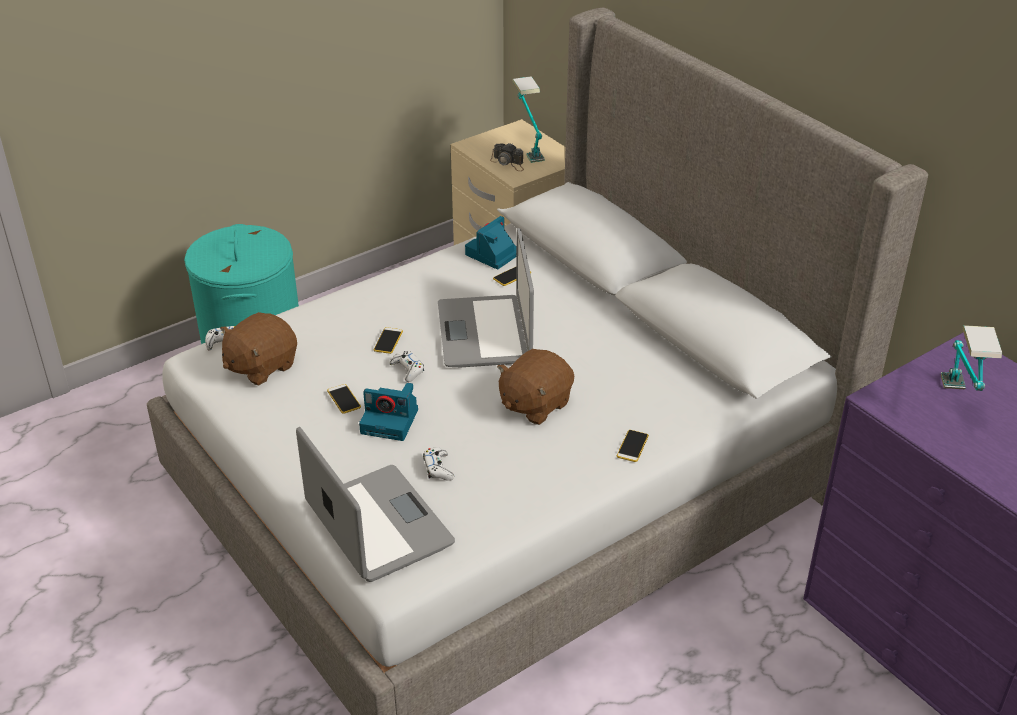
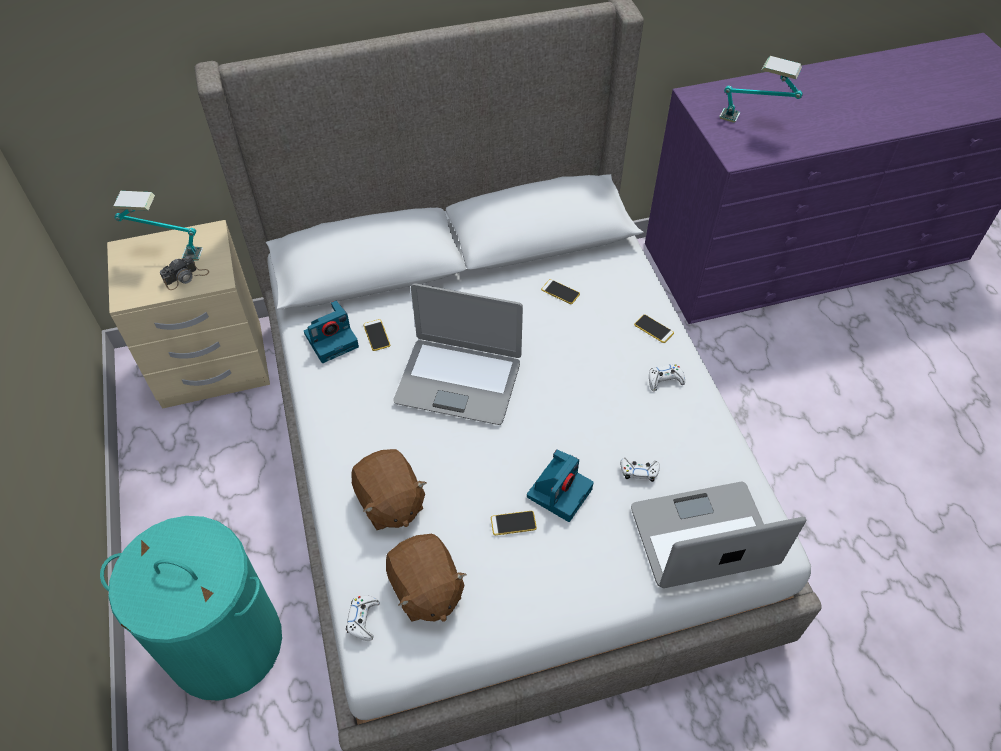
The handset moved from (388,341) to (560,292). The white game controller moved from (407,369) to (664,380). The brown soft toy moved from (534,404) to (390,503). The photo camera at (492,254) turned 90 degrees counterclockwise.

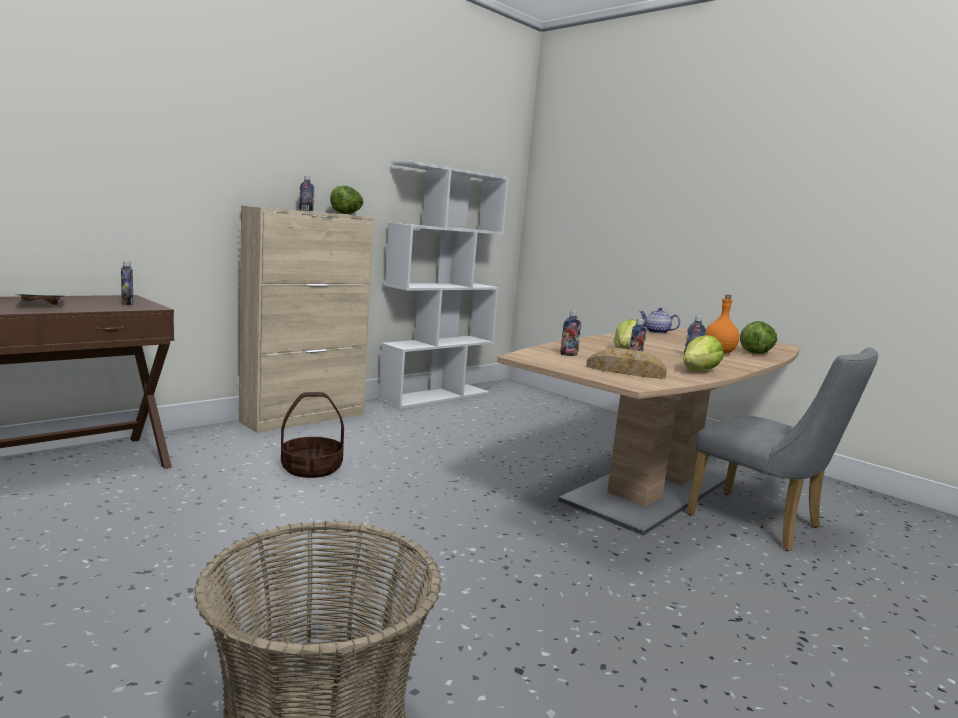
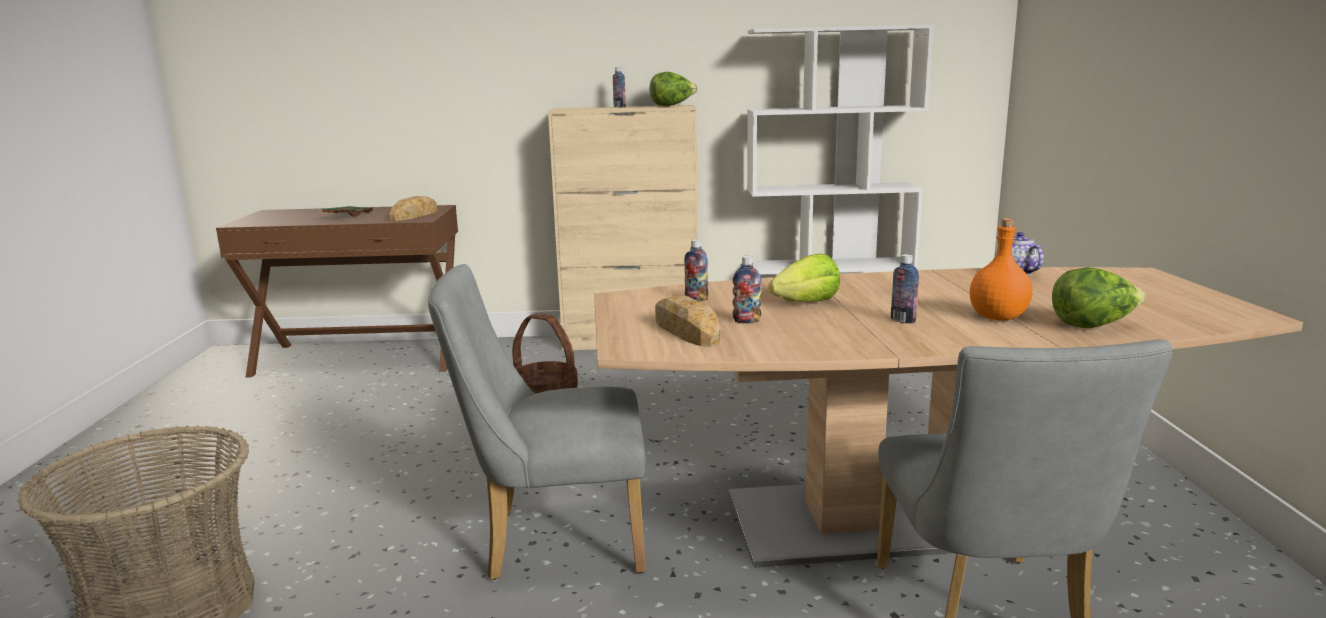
The head of lettuce at (698,371) disappeared. The greyish plain chair at (553,540) appeared. The drink bottle at (127,304) was replaced by the bakery bread at (414,215).

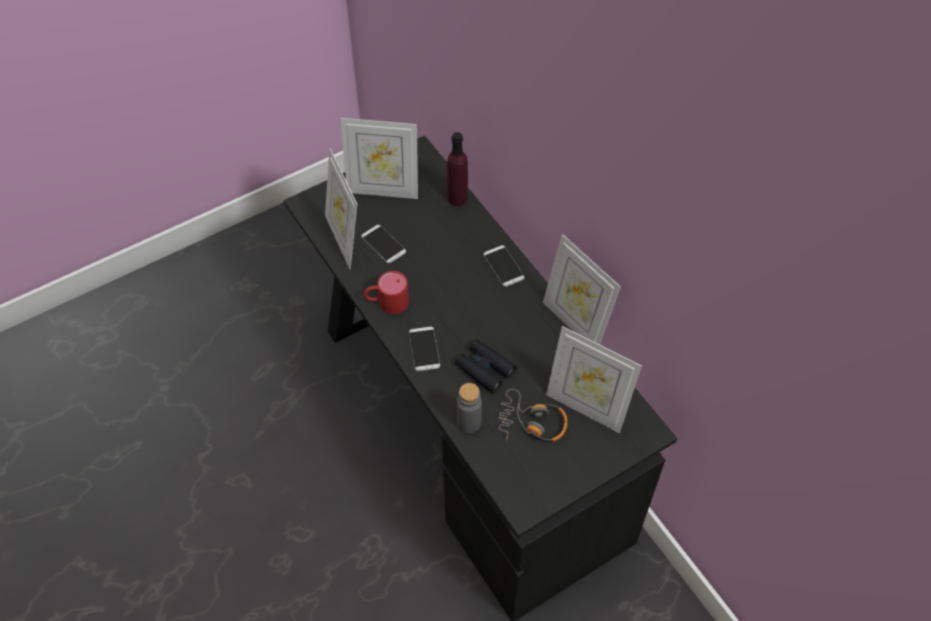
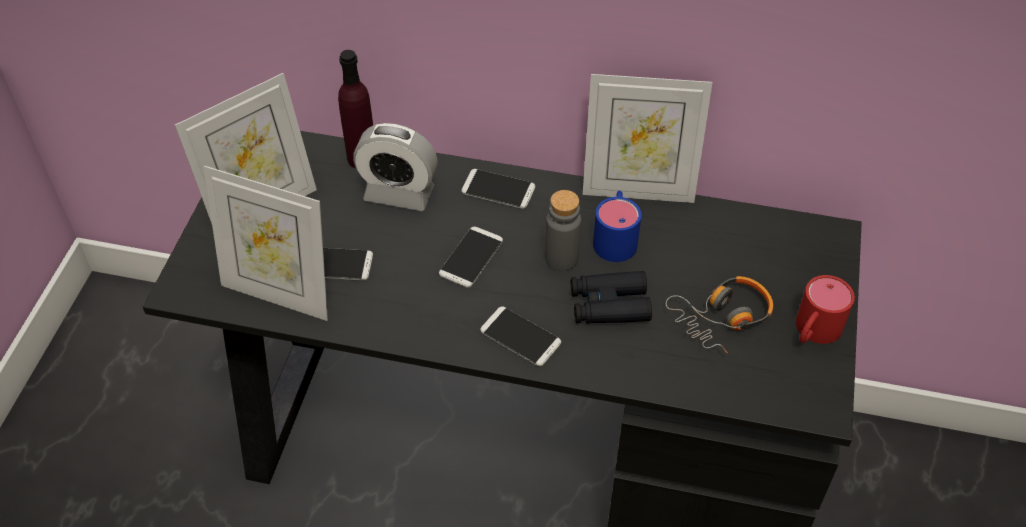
The standing frame at (586,407) disappeared. The table clock at (399,193) appeared. The handset at (471,257) appeared. The bluish mug at (615,237) appeared. The reddish mug moved from (386,302) to (813,332). The greyish drink bottle moved from (469,422) to (561,258).

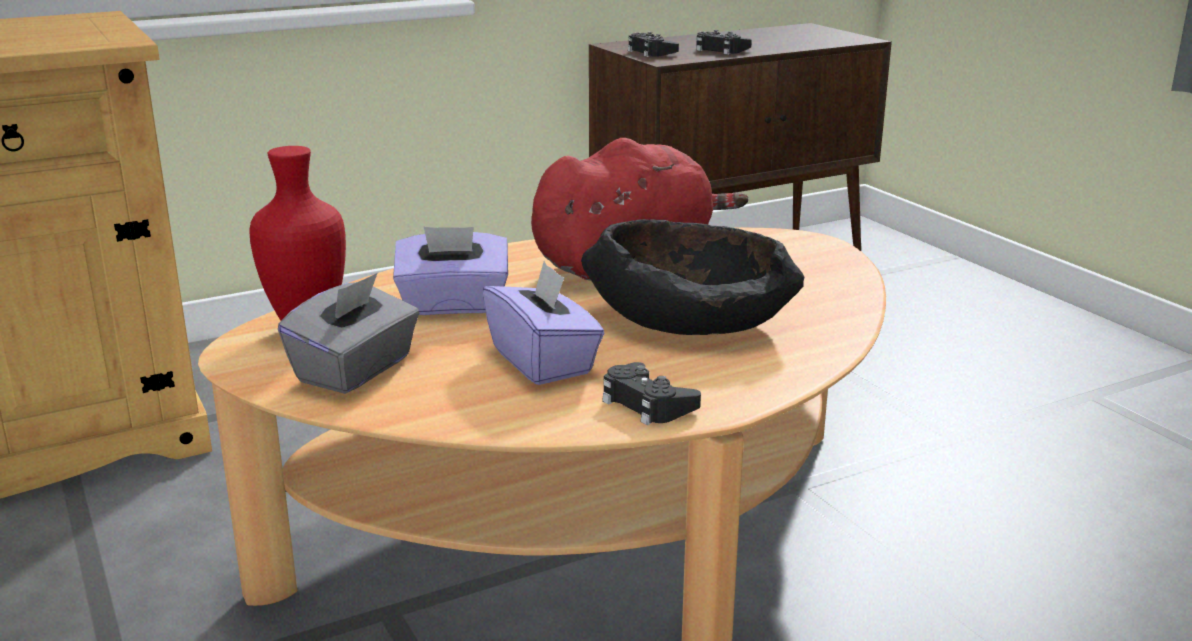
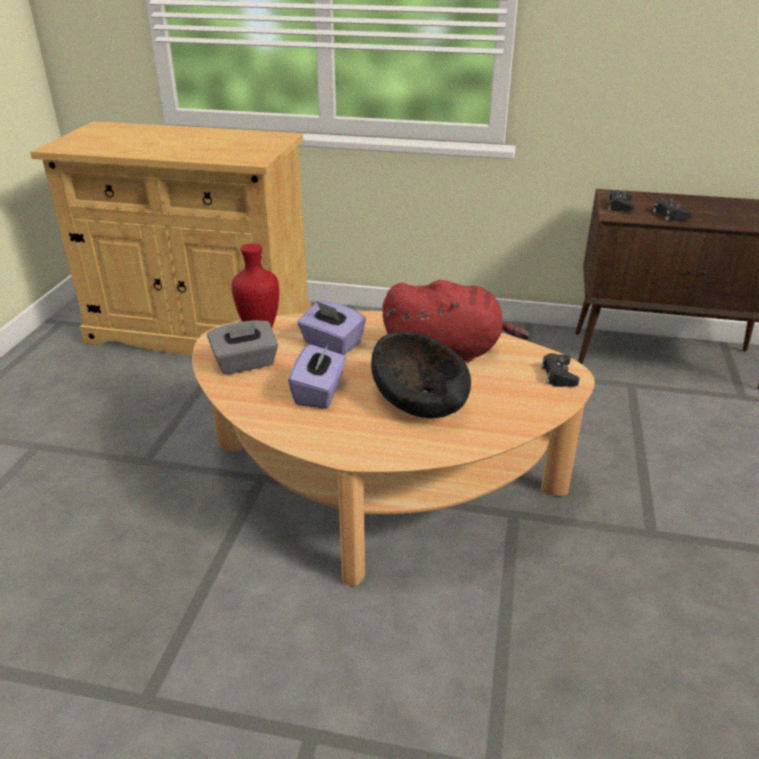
The black-coloured game controller moved from (647,404) to (558,375).

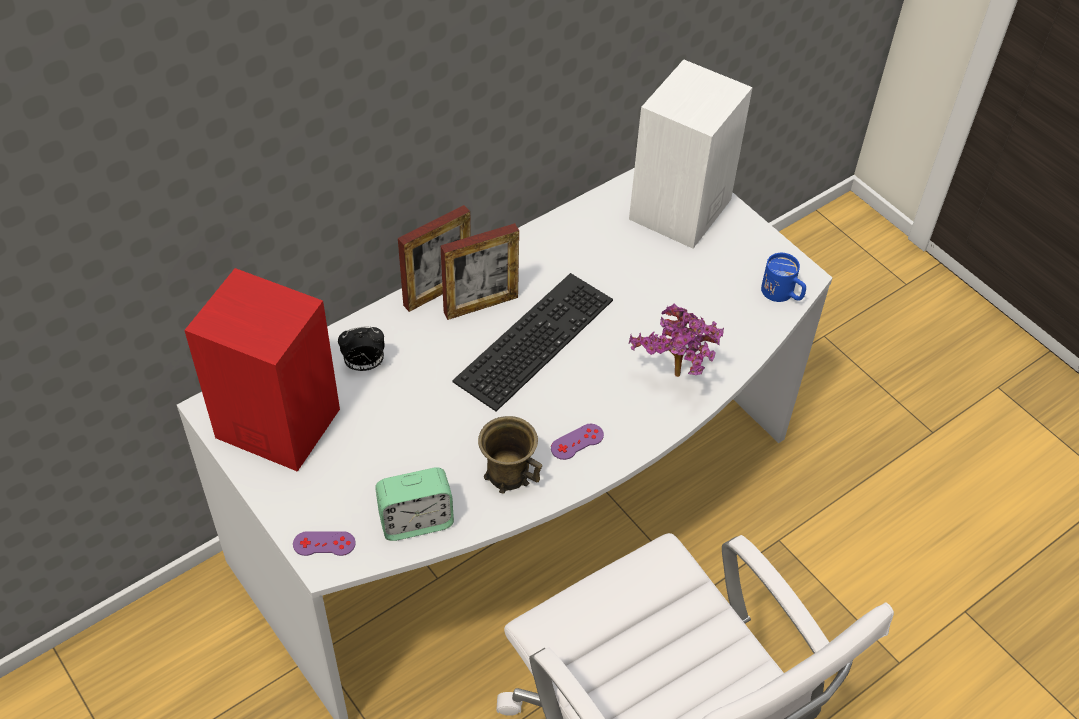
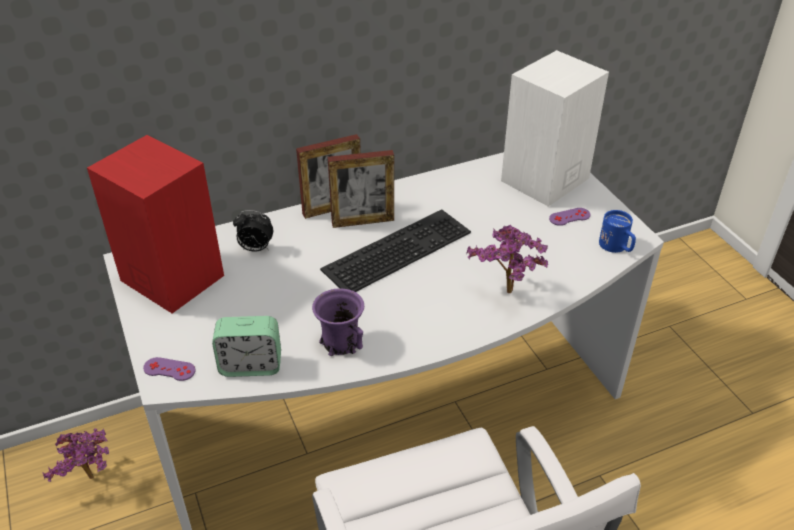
The potted plant at (93,481) appeared. The purple game controller moved from (577,442) to (569,217). The brown mug at (508,473) became the purple mug at (341,342).

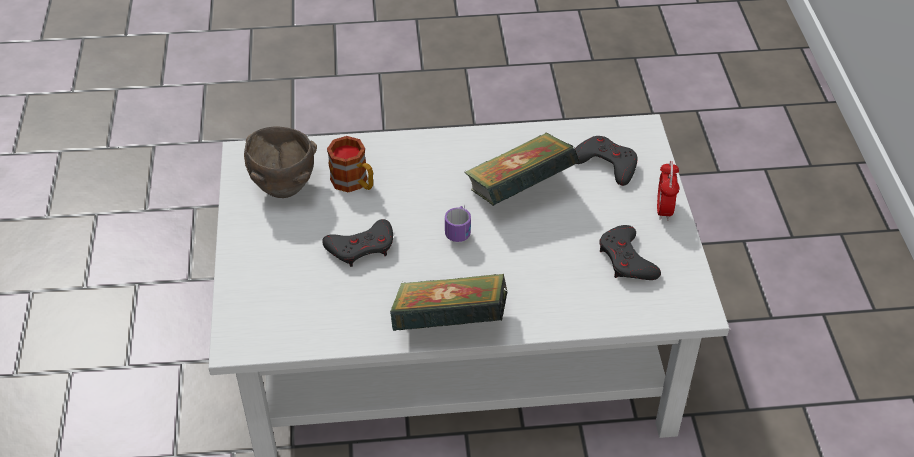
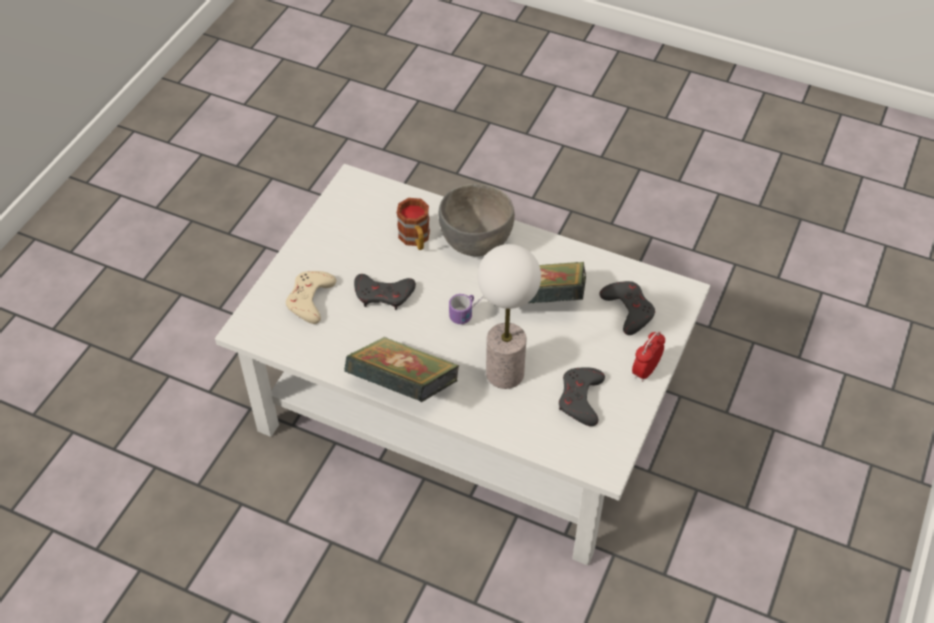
The brown bowl at (285,189) disappeared. The sand-coloured game controller at (310,300) appeared. The greyish bowl at (476,243) appeared. The table lamp at (505,373) appeared.

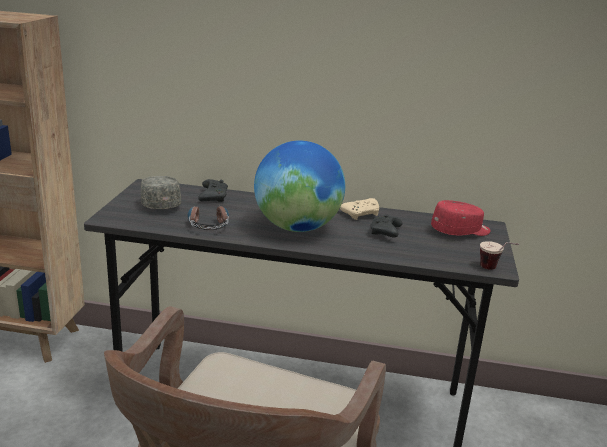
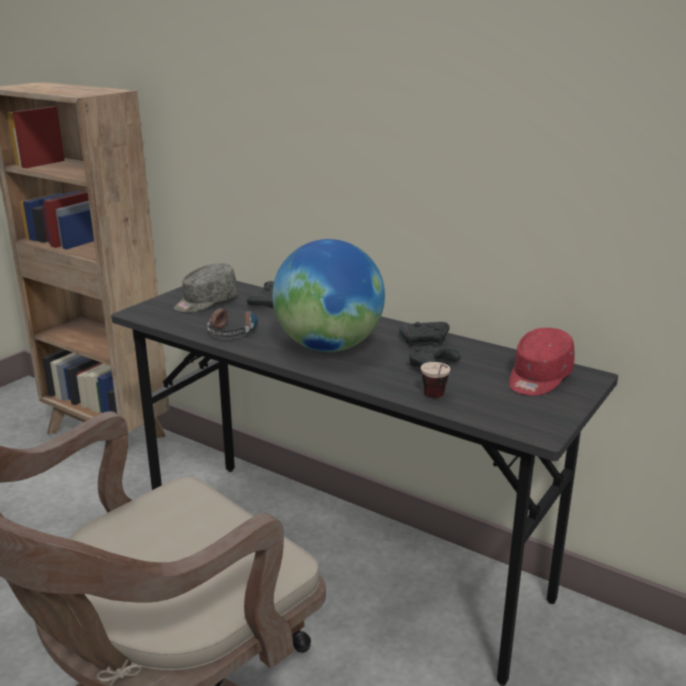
The small cup moved from (495,270) to (437,399). The sand-coloured game controller at (361,214) became the black-coloured game controller at (425,341). The greyish peaked cap at (159,203) turned 135 degrees counterclockwise. The reddish peaked cap at (460,231) turned 120 degrees clockwise.

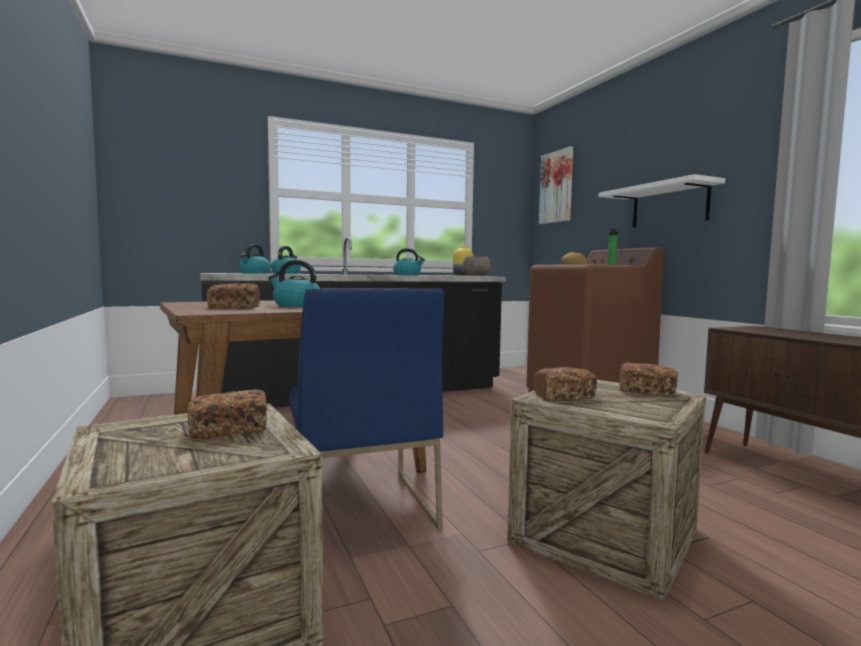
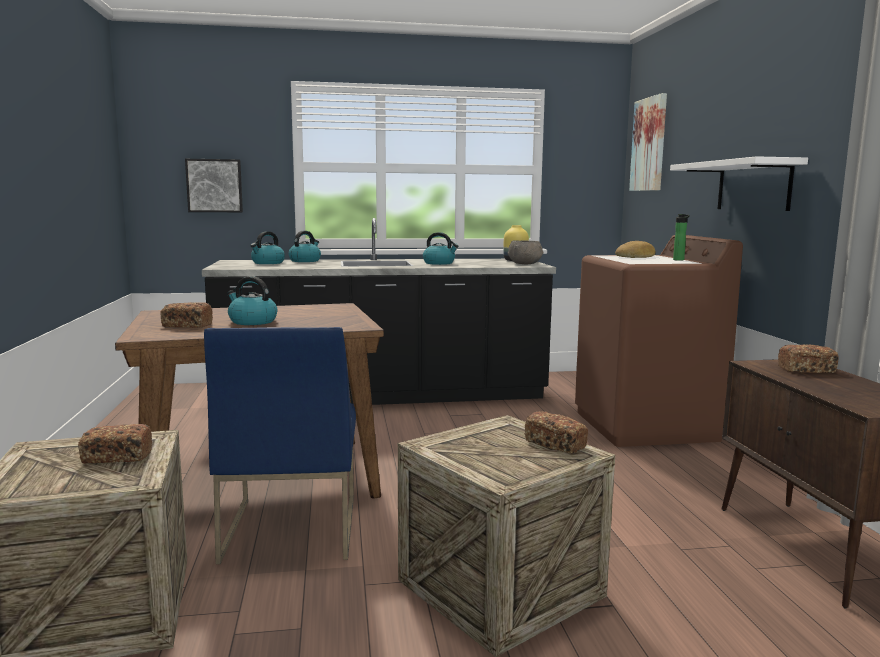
The wall art at (214,185) appeared. The bakery bread moved from (564,396) to (806,370).

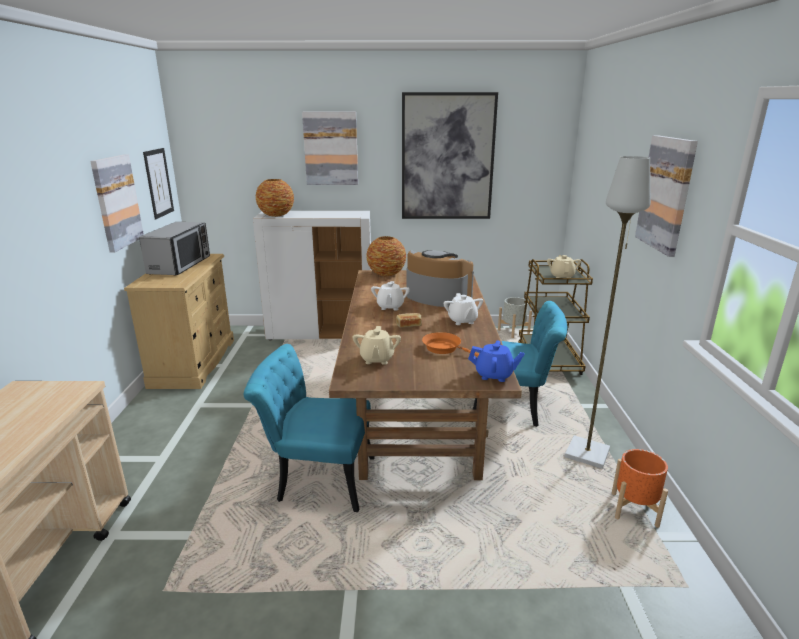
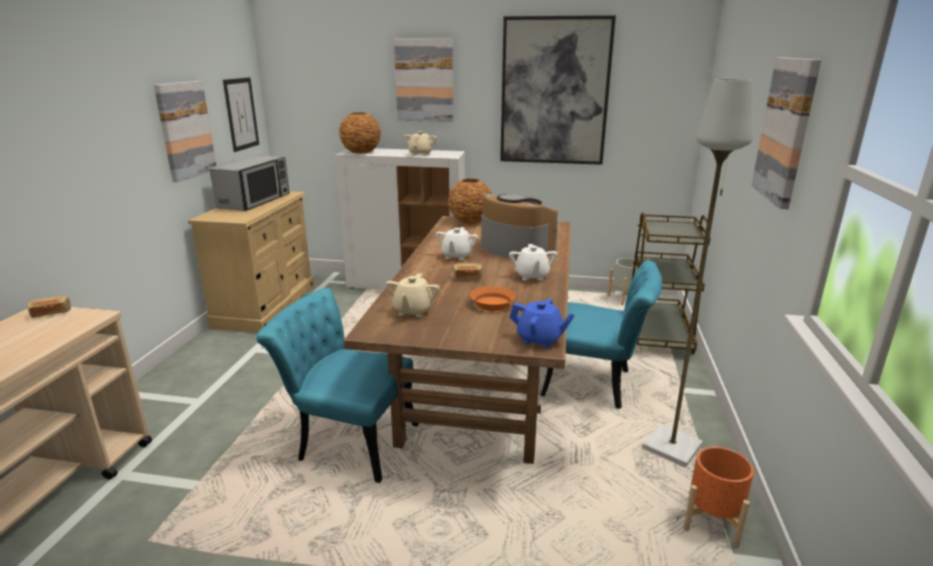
The bakery bread at (51,313) appeared. The sand-coloured pot for tea moved from (562,276) to (421,154).

